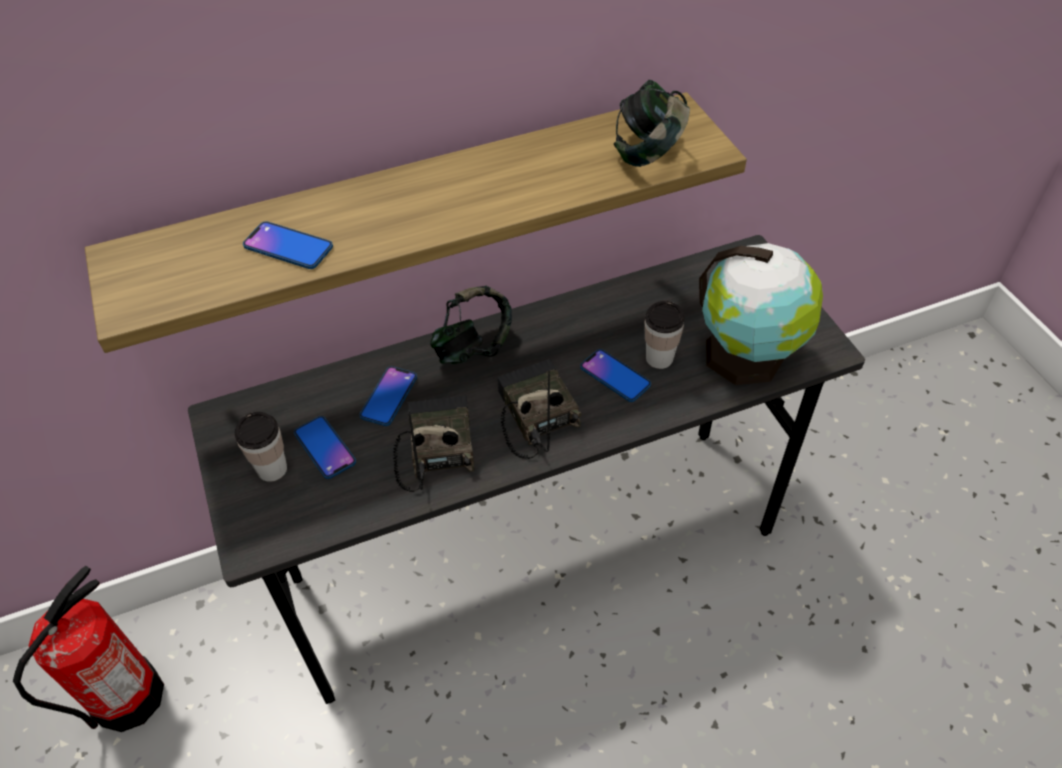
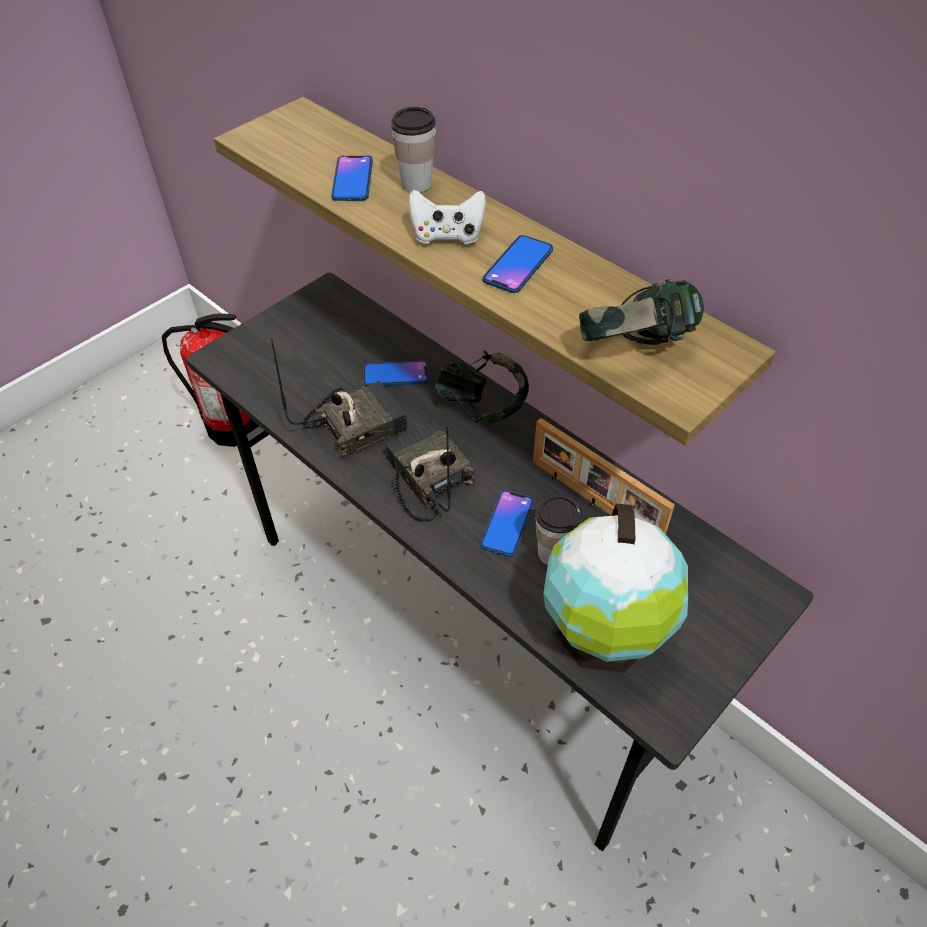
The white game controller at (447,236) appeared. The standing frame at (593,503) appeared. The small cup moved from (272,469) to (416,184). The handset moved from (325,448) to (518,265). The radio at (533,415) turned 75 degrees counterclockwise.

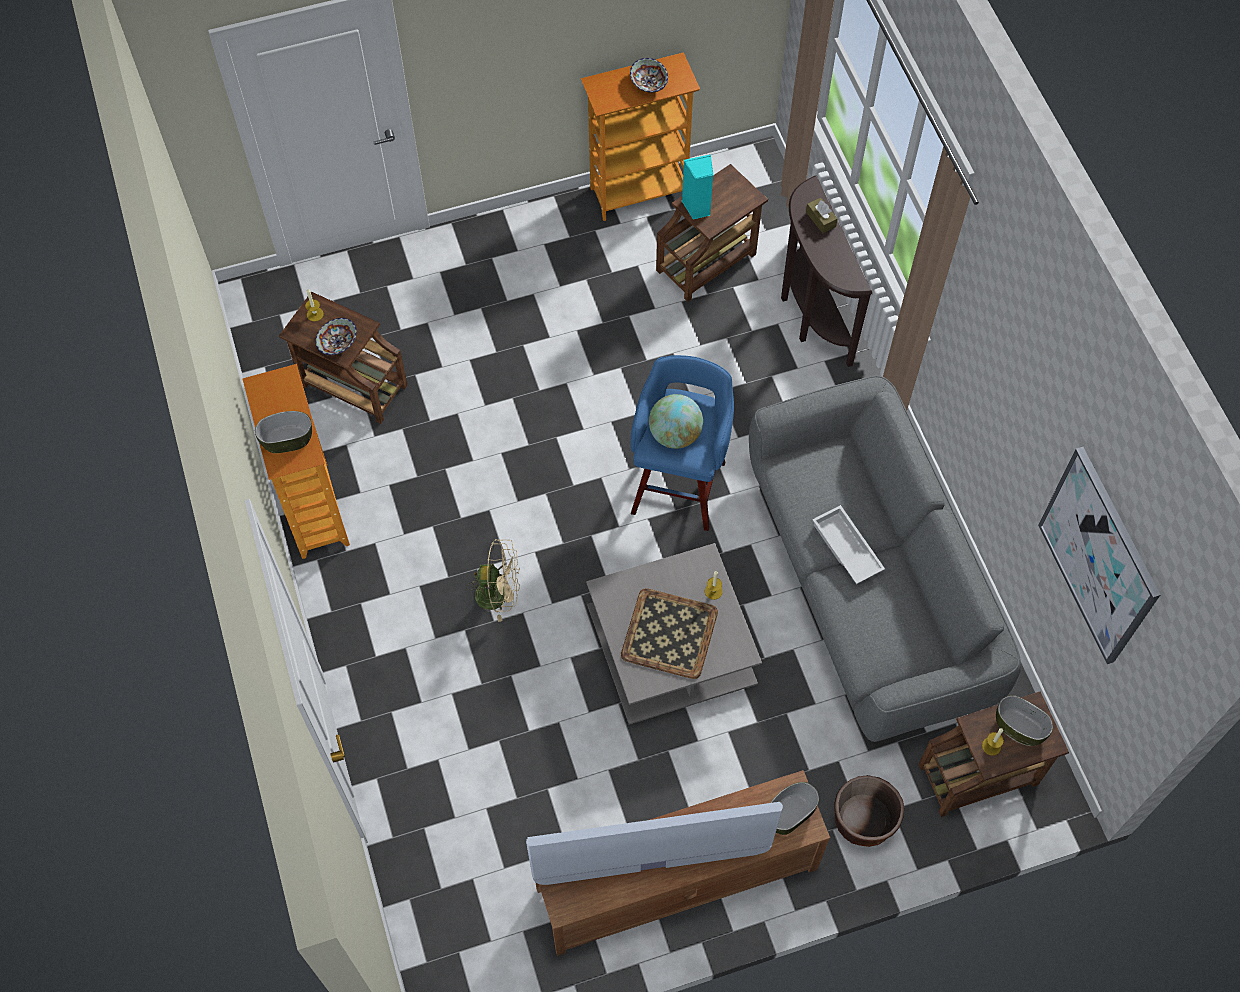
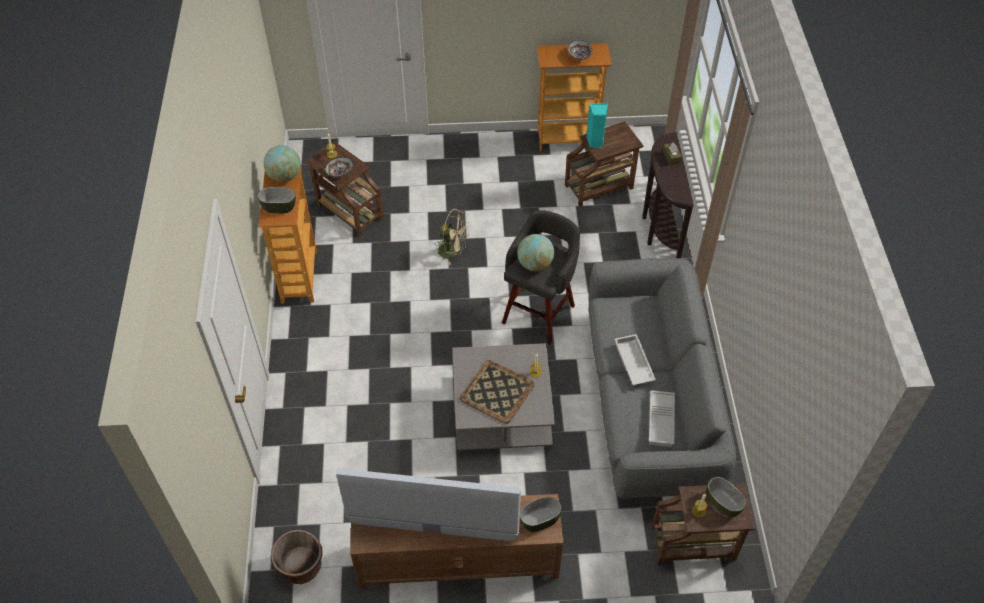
The wall art at (1098,556) disappeared. The desk globe at (285,176) appeared. The white tray at (662,421) appeared. The sand-coloured cooling fan moved from (498,594) to (453,251). The brown flower pot moved from (863,821) to (300,566). The bluish stool seat at (679,484) became the greyish stool seat at (539,312).

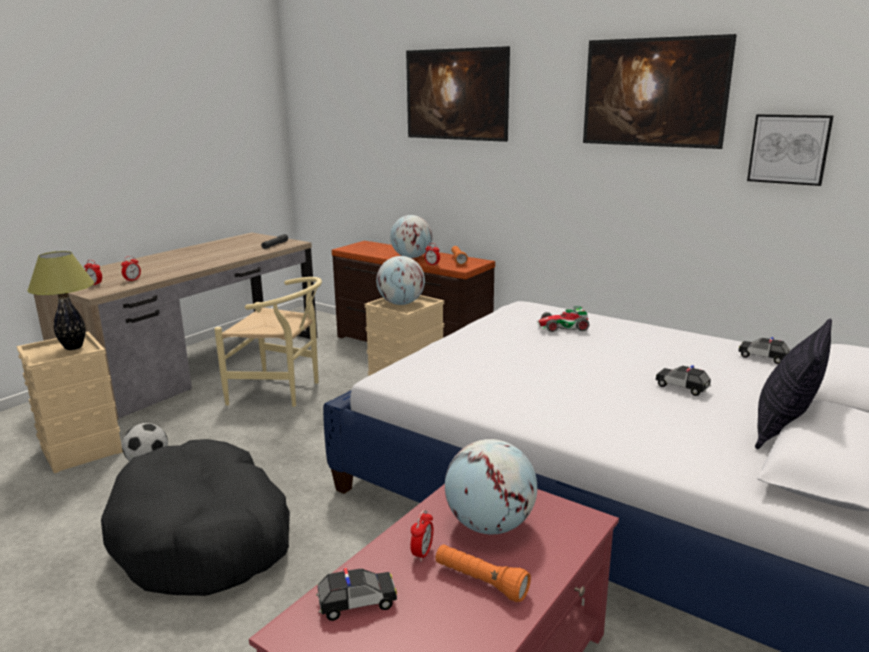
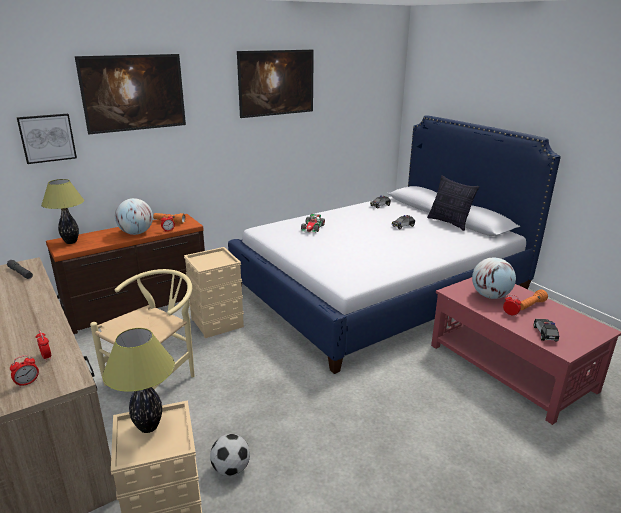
The black-coloured dog cushion at (204,537) disappeared. The desk globe at (401,303) disappeared. The table lamp at (71,242) appeared. The wall art moved from (789,149) to (47,138).

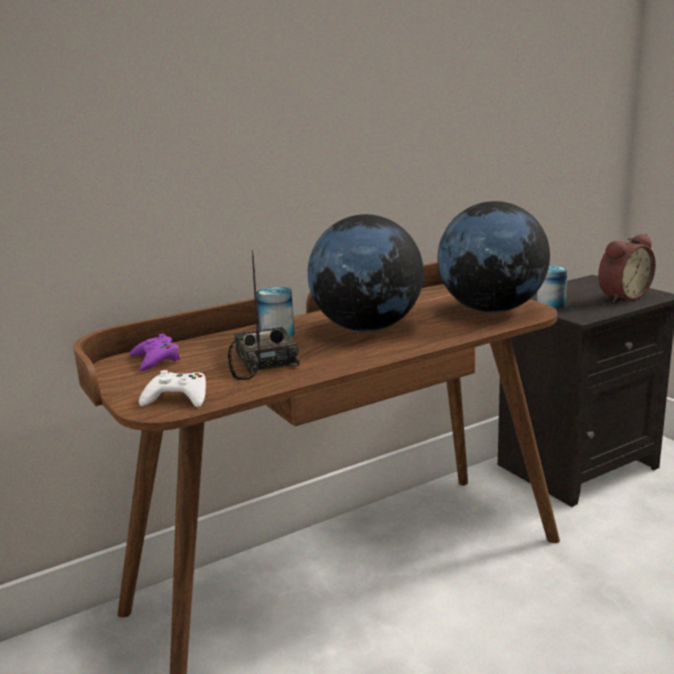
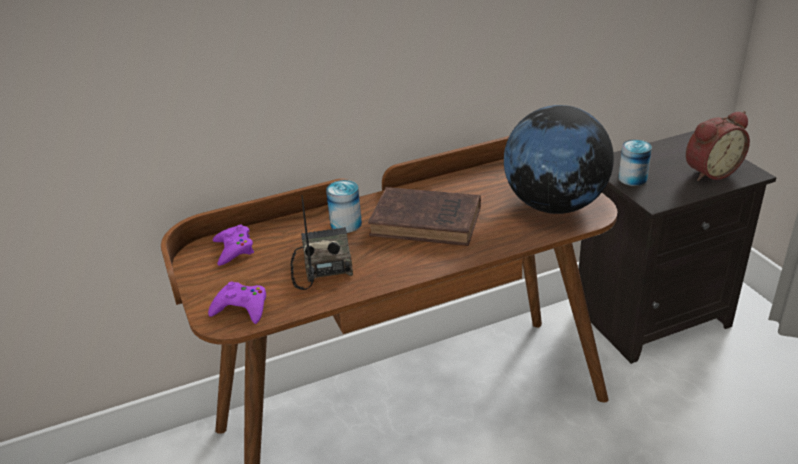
The desk globe at (367,328) was replaced by the brown book at (429,222). The white game controller at (177,398) became the purple game controller at (242,307).

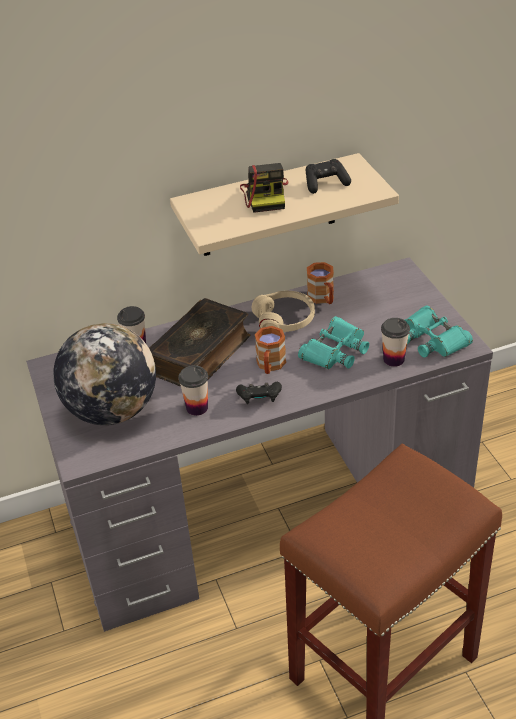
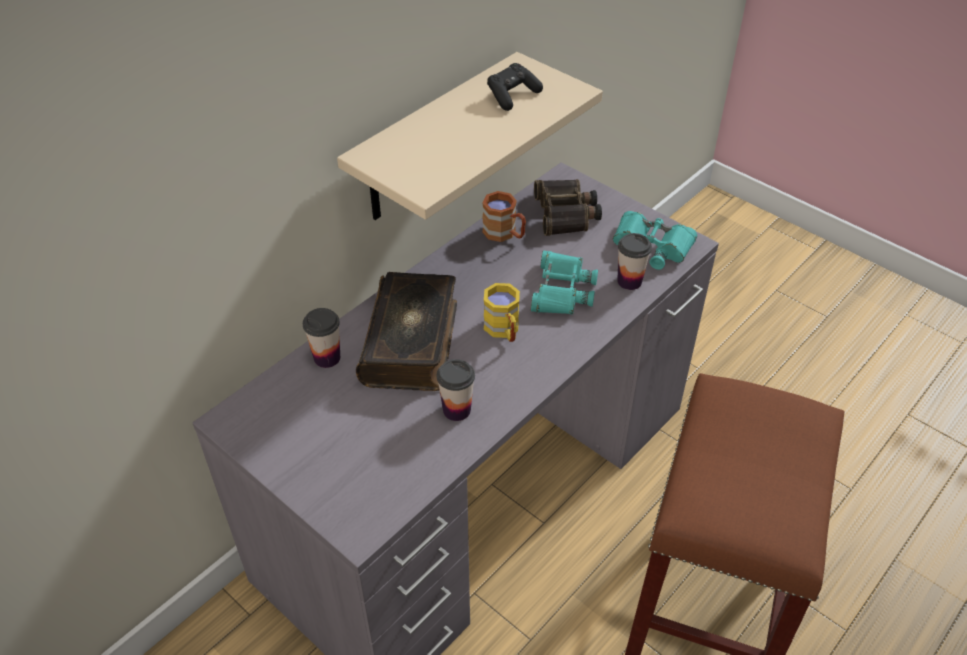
The desk globe at (112,410) disappeared. The black-coloured game controller at (259,399) disappeared. The photo camera at (266,196) disappeared. The sand-coloured headphones at (284,319) disappeared. The field glasses at (566,213) appeared. The brown mug at (270,366) became the yellowish mug at (504,330).

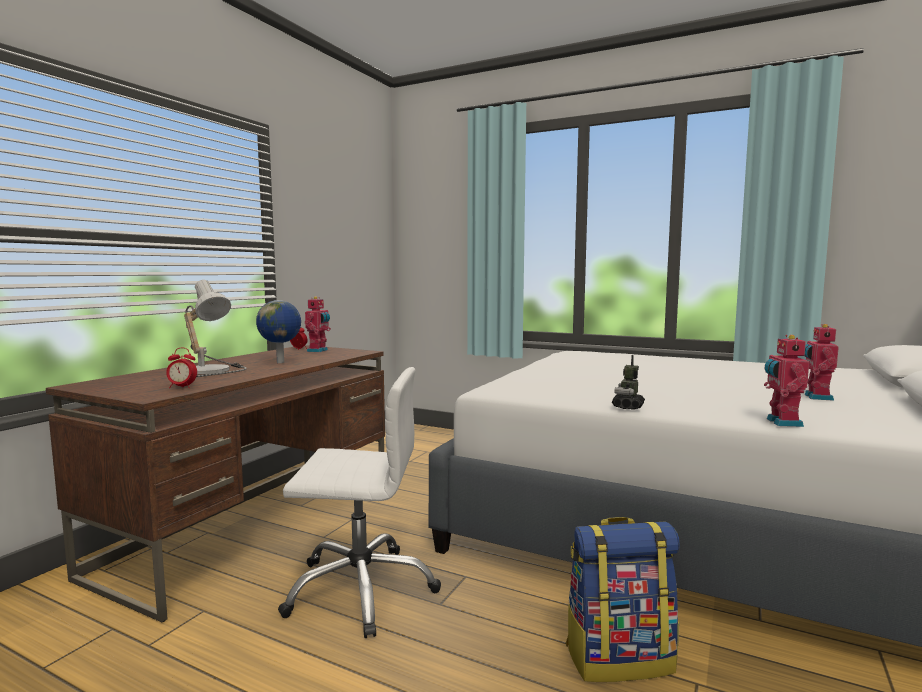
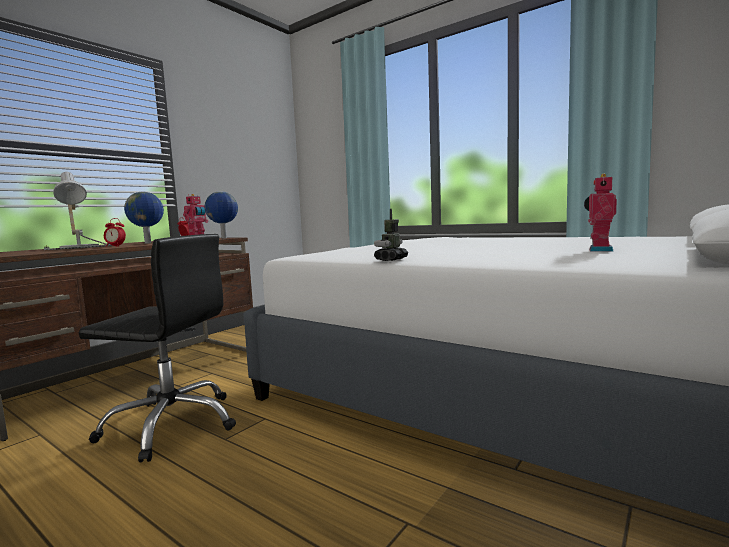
The rucksack at (619,658) disappeared. The model robot at (782,422) disappeared. The desk globe at (224,238) appeared. The table clock moved from (182,387) to (115,246). The white office chair at (361,589) became the black-coloured office chair at (172,424).

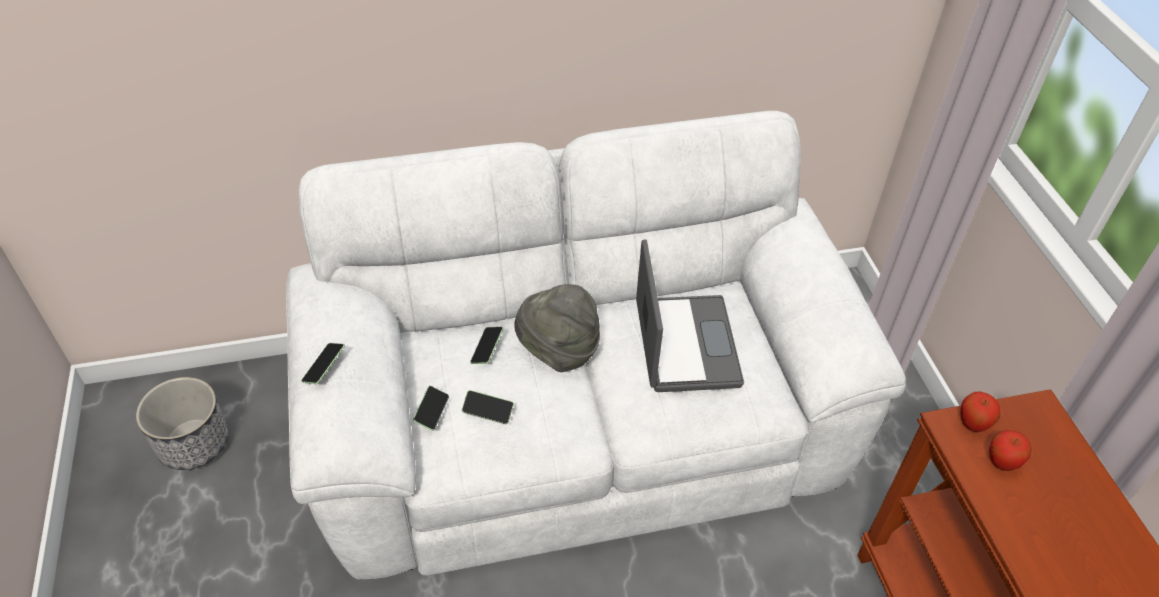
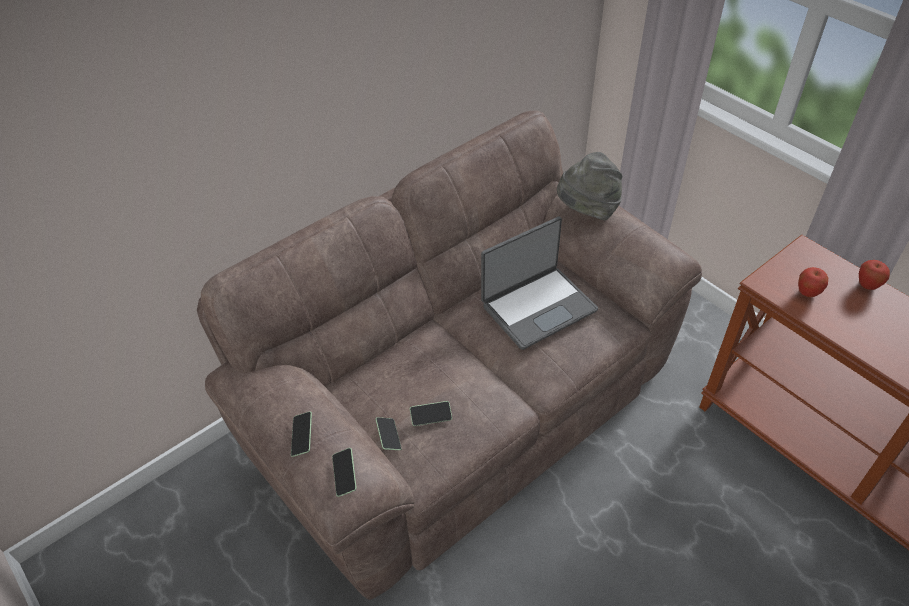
The flower pot at (194,444) disappeared. The handset moved from (487,349) to (345,475). The greyish wearable hat moved from (558,350) to (587,211). The whole apple moved from (972,425) to (867,285). The white sofa at (576,424) became the brown sofa at (458,405). The laptop at (684,344) turned 90 degrees clockwise.

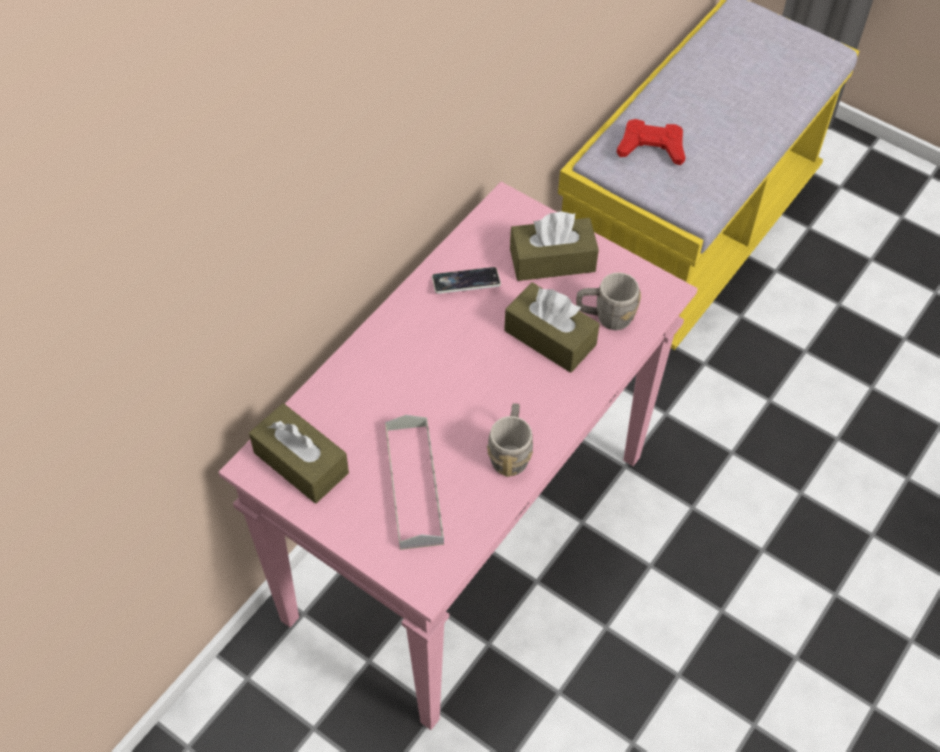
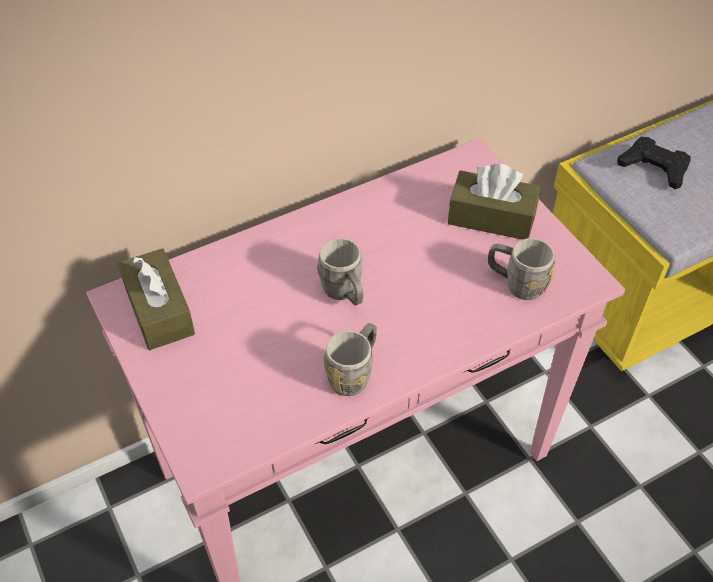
The greyish tray at (414,485) disappeared. The handset at (466,283) disappeared. The brown box of tissues at (550,338) disappeared. The greyish mug at (344,293) appeared. The reddish game controller at (651,147) became the black-coloured game controller at (654,167).

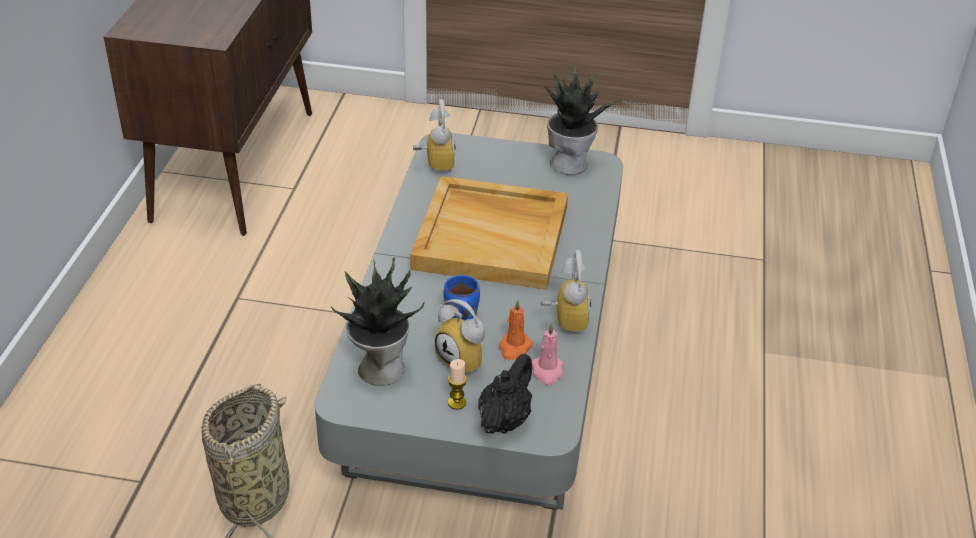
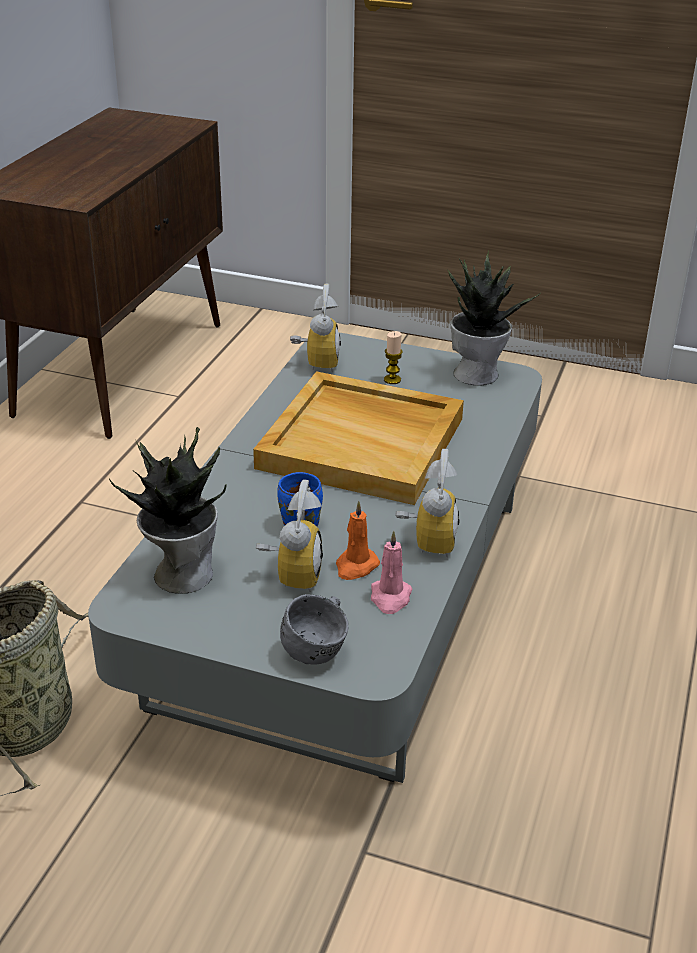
The wax light moved from (456,403) to (392,380). The black-coloured pot for tea at (504,419) was replaced by the greyish mug at (320,649). The table clock at (466,360) turned 135 degrees counterclockwise.

